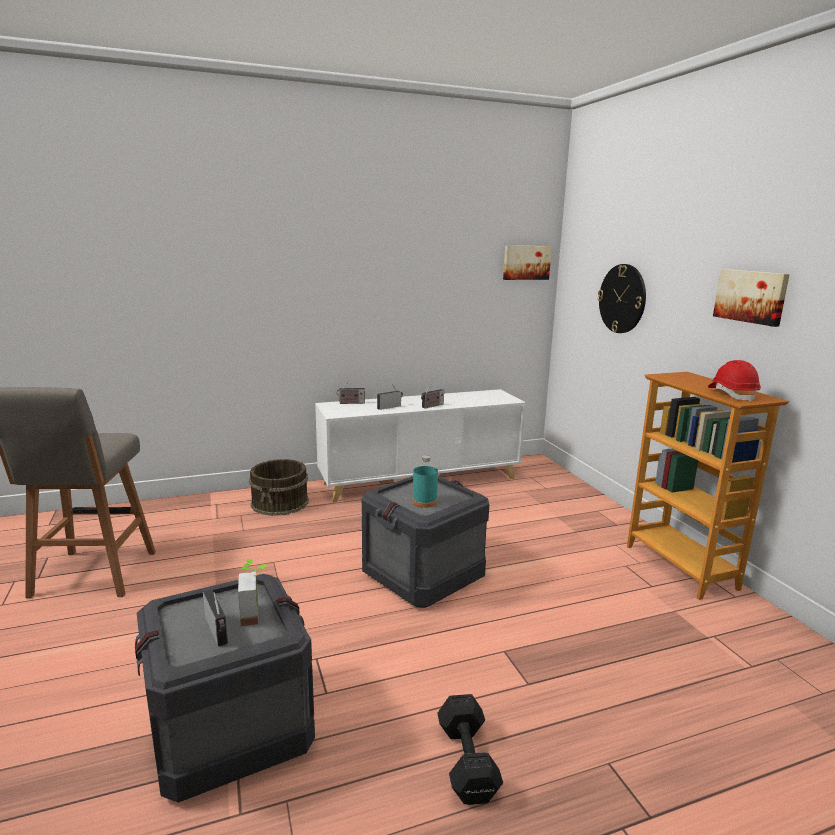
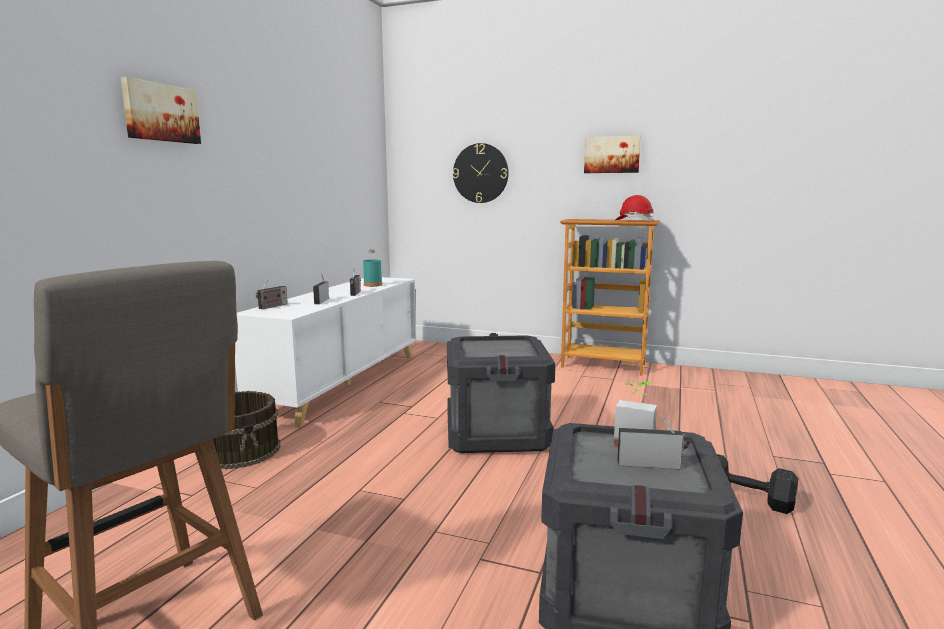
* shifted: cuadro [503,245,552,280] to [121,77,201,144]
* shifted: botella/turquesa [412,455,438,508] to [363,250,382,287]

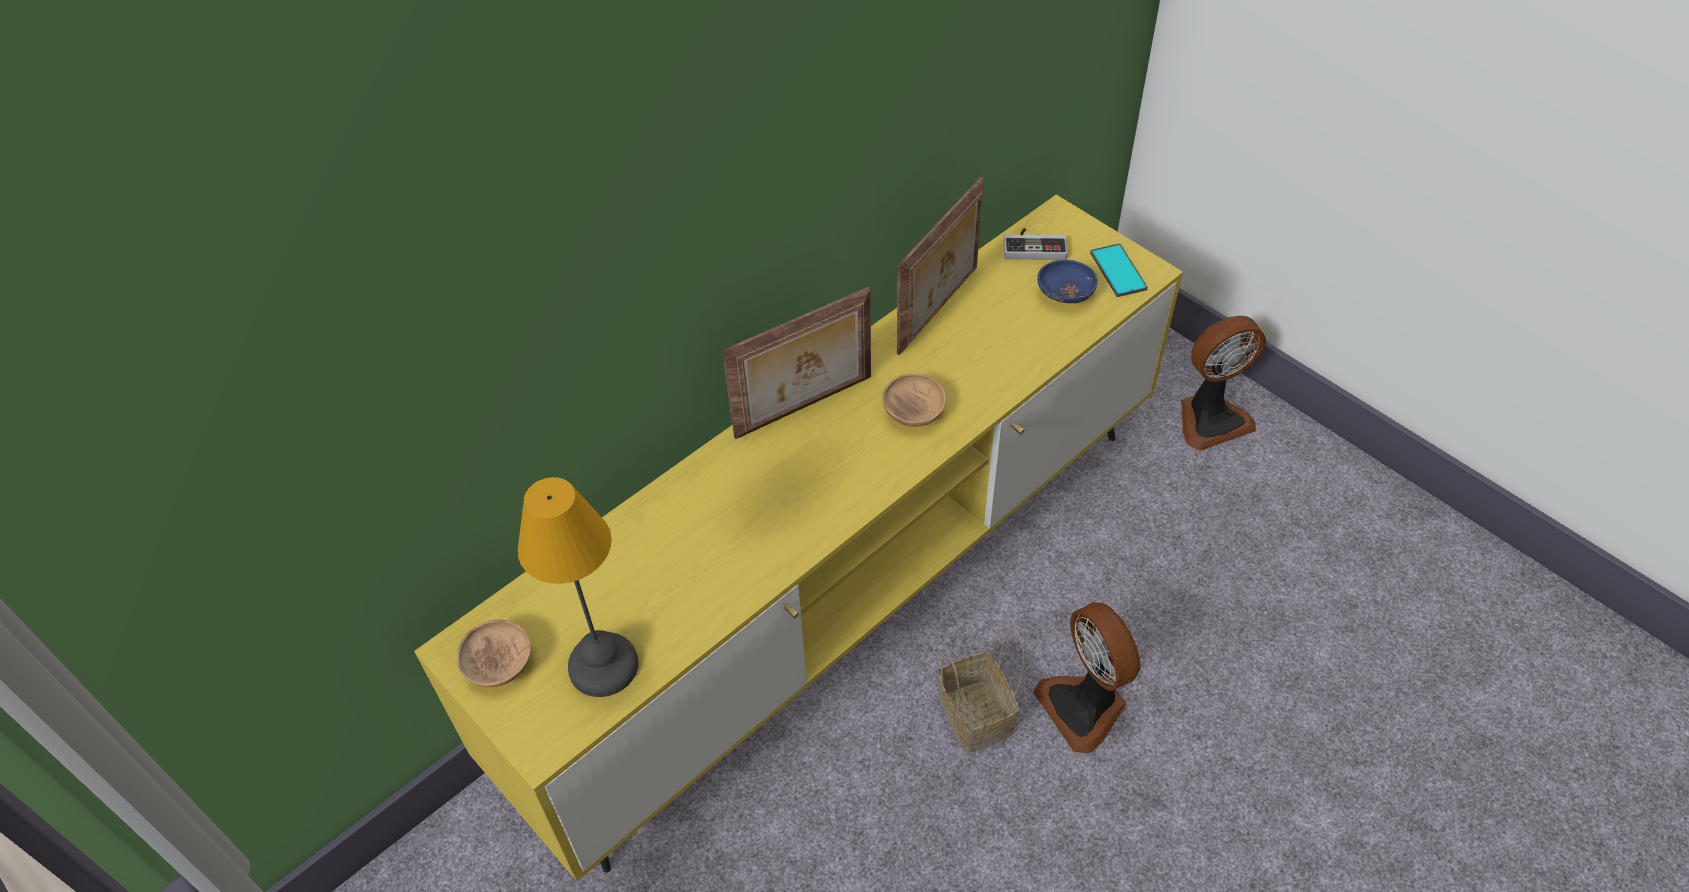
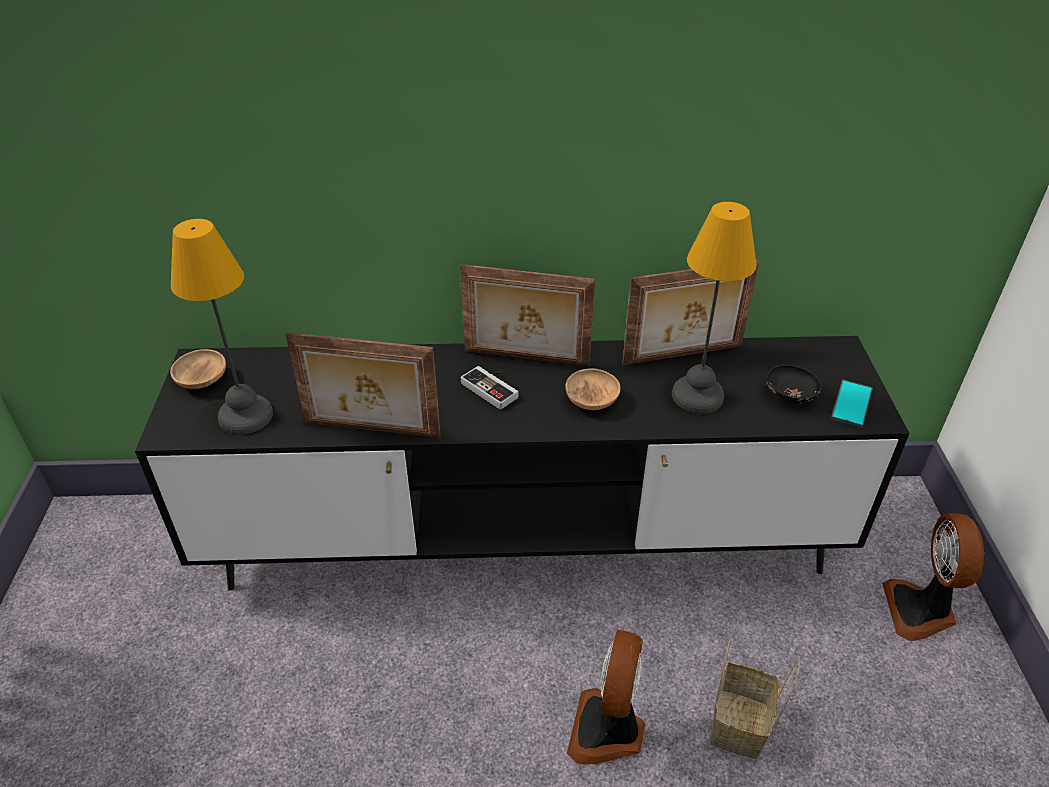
* repainted: mueble de televisión/amarillo [414,195,1183,881] to mueble de televisión/negro [135,336,910,590]
* shifted: mando de consola [1004,228,1068,260] to [461,366,518,410]
* repainted: cuenco/azul [1037,260,1098,303] to cuenco/negro [766,364,822,404]
* rotated: ventilador [1181,316,1266,451] = [882,513,984,641] 75 degrees clockwise
* shifted: cesta [937,628,1025,753] to [710,639,800,759]
* new: lámpara de mesa [672,202,757,414]
* new: portarretratos [286,332,441,438]

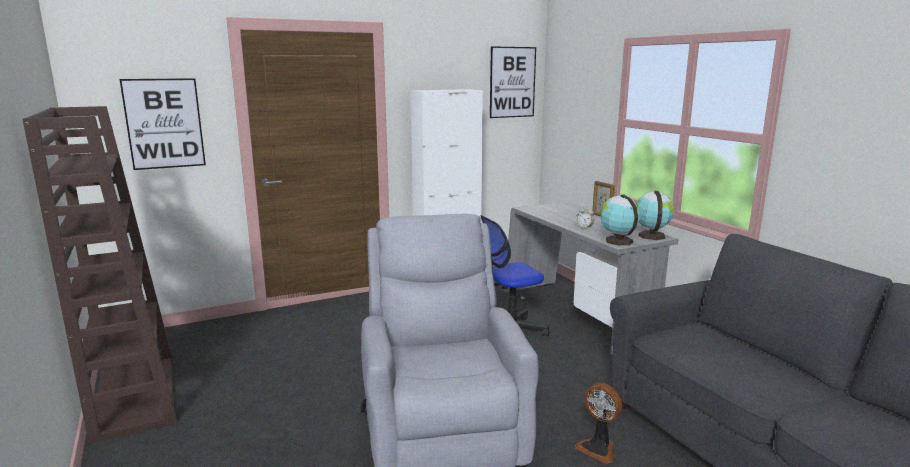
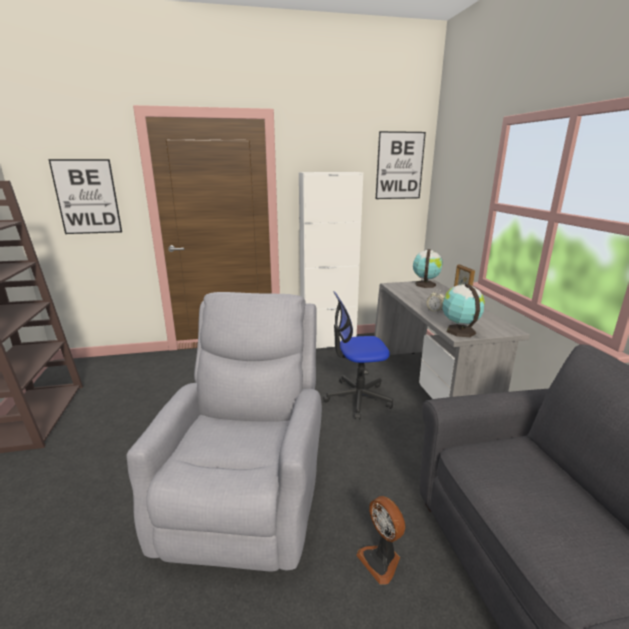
* shifted: globo terráqueo [636,191,674,240] to [413,249,443,288]

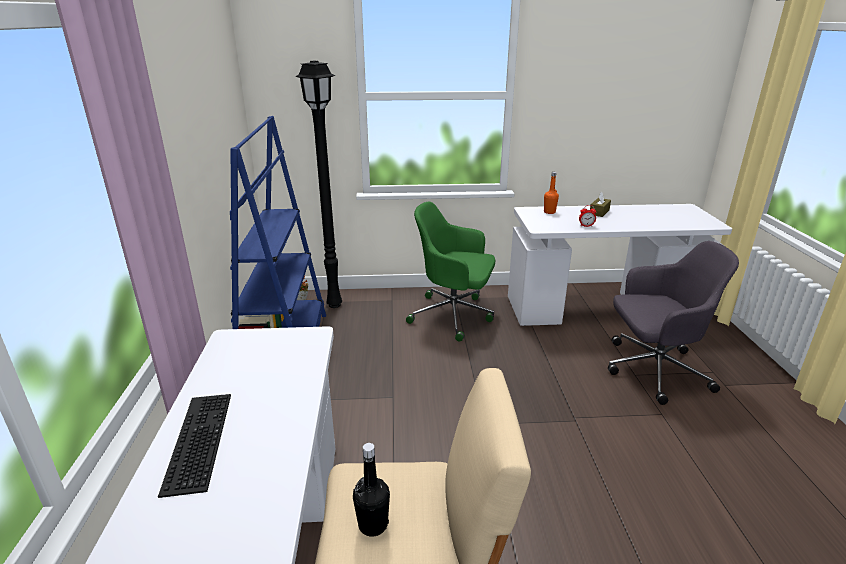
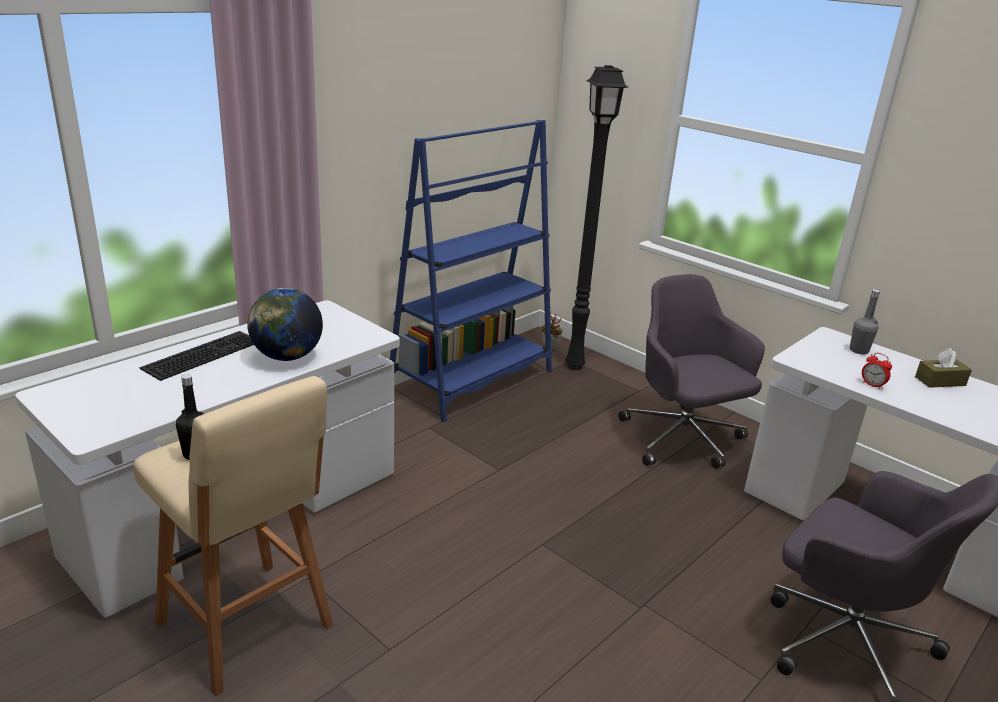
* repainted: botella/naranja [544,172,559,214] to botella/gris [850,289,880,354]
* repainted: silla de oficina/verde [406,202,496,342] to silla de oficina/gris [618,274,765,468]
* new: globo terráqueo [247,288,323,361]

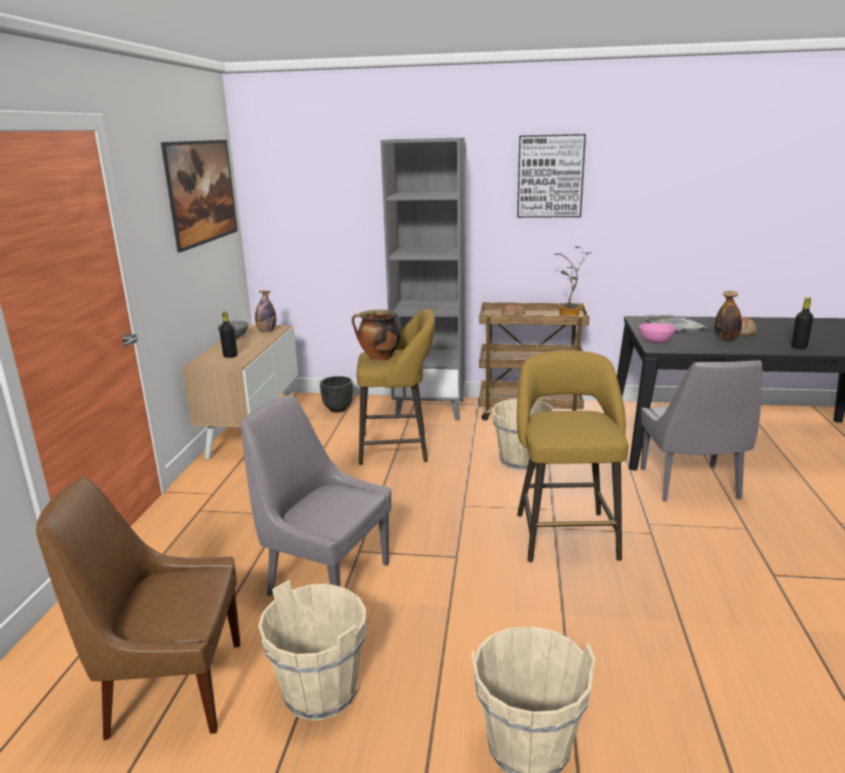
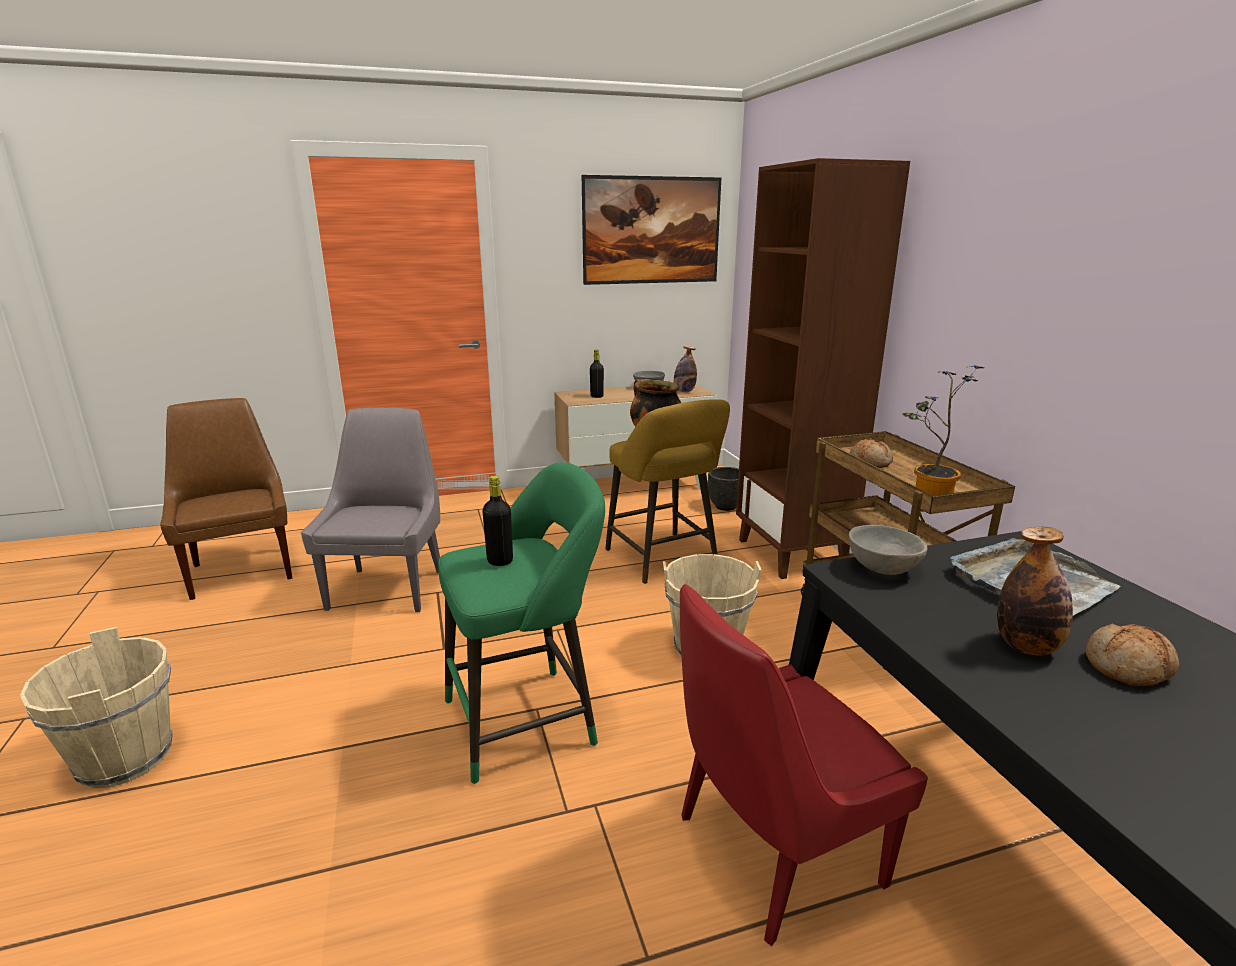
* gone: cuadro [517,134,586,218]
* repainted: estantería/gris [380,137,465,420] to estantería/marrón [736,158,910,579]
* shifted: botella/negro [791,297,813,349] to [482,476,513,566]
* repainted: cuenco/rosa [639,323,675,343] to cuenco/gris [849,525,927,575]
* repainted: taburete/amarillo [517,350,628,563] to taburete/verde [438,462,605,784]
* repainted: silla/gris [641,360,762,502] to silla/rojo [680,584,928,946]
* gone: cubo/beis [258,580,366,721]

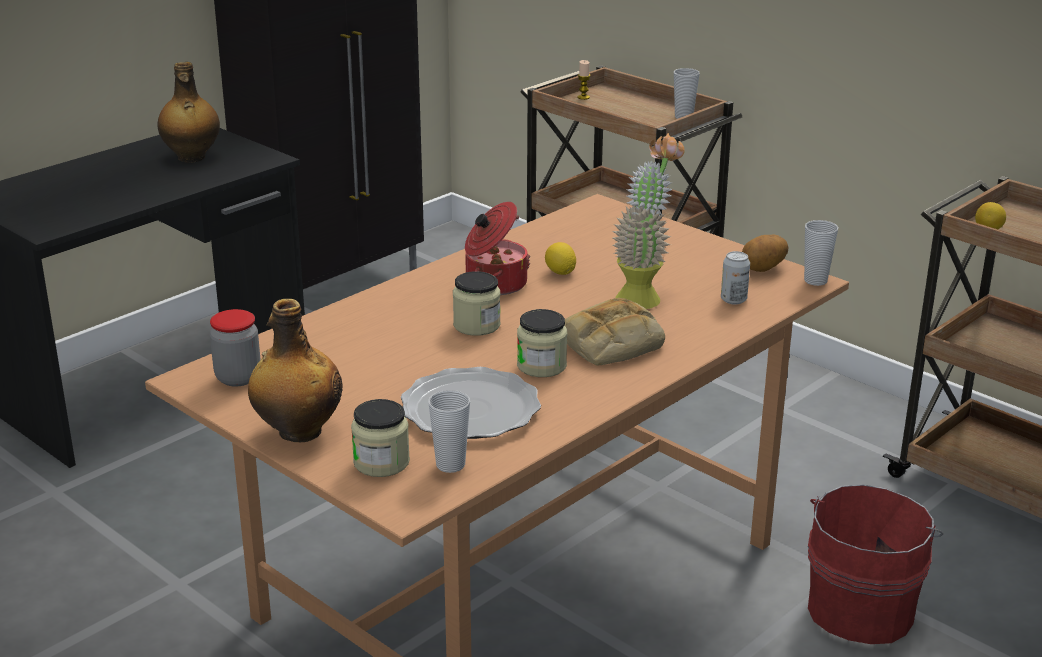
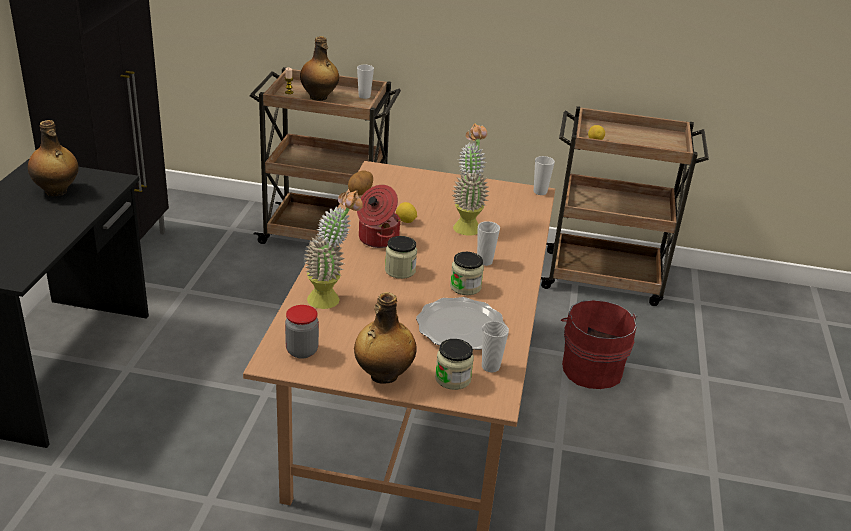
* shifted: patata [742,235,788,272] to [348,170,373,195]
* gone: lata [721,251,750,305]
* swapped: pan [565,298,665,365] to taza [477,221,500,266]
* new: botella [300,36,339,101]
* new: planta en maceta [304,190,363,309]

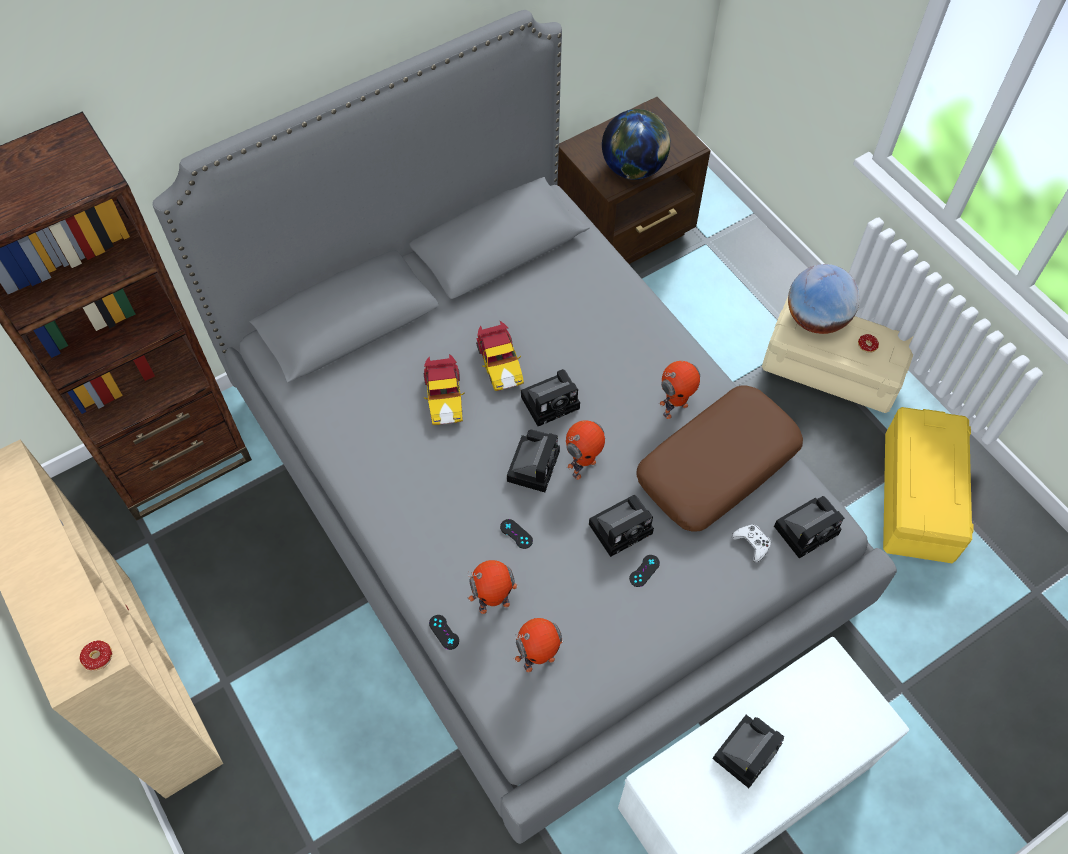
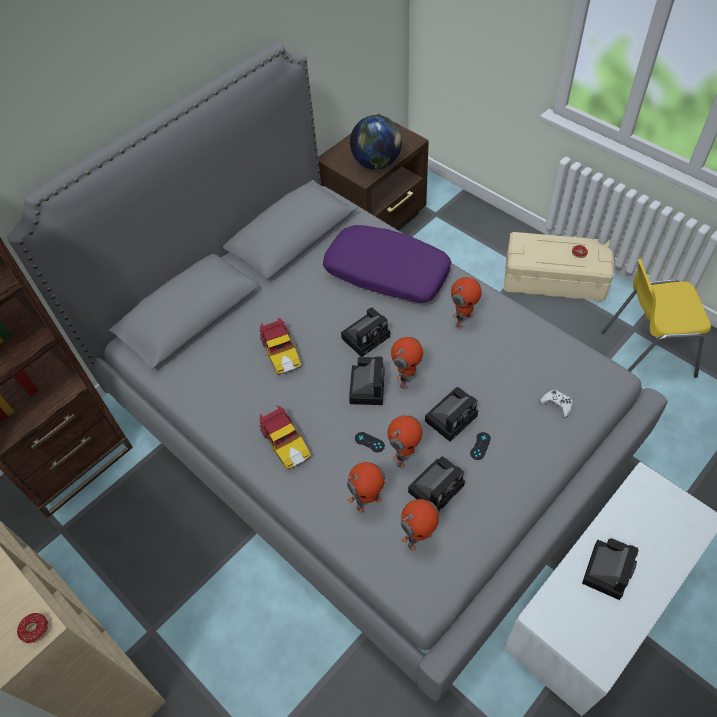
* gone: globo terráqueo [788,264,860,334]
* shifted: coche de juguete [476,321,524,391] to [259,405,311,469]
* gone: cojín/marrón [636,385,803,532]
* swapped: caja de almacenaje/amarillo [883,407,974,563] to silla/amarillo [601,259,711,378]
* shifted: cámara [774,496,844,558] to [408,456,465,511]
* gone: mando de consola/negro [429,615,459,650]
* new: cojín/morado [323,225,451,303]
* new: robot de juguete [387,415,422,468]

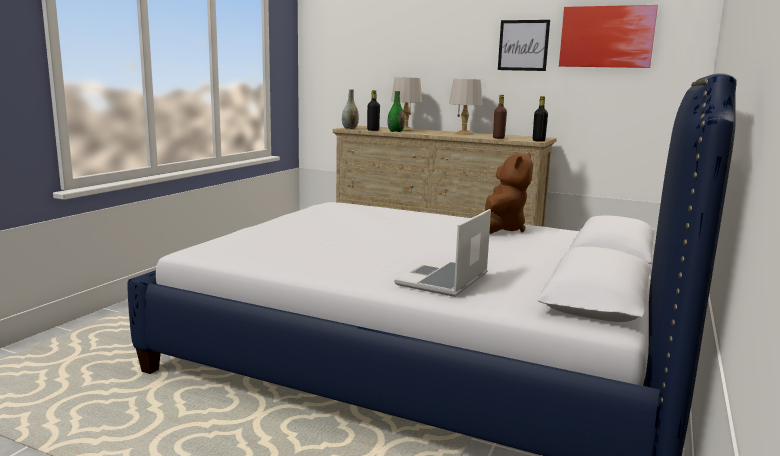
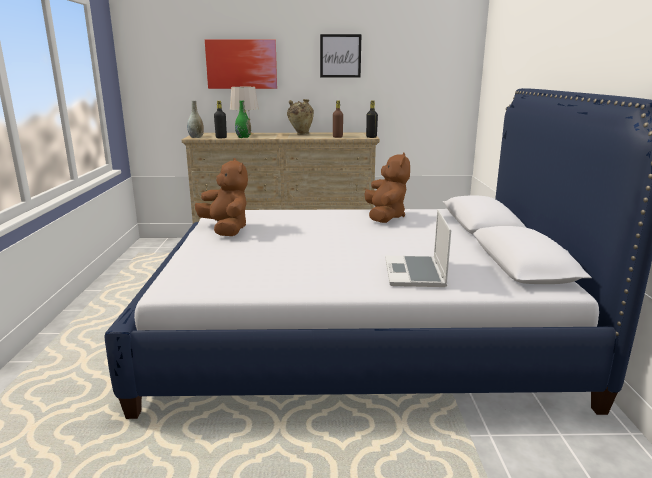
* shifted: cuadro [559,5,658,68] to [205,40,277,89]
* swapped: lámpara de mesa/gris [449,79,483,135] to florero/beis [287,99,314,135]
* new: peluche/marrón [195,158,248,236]

